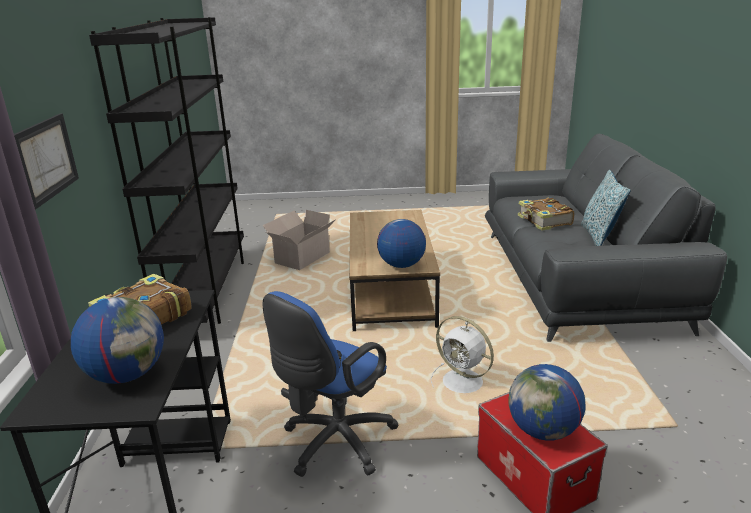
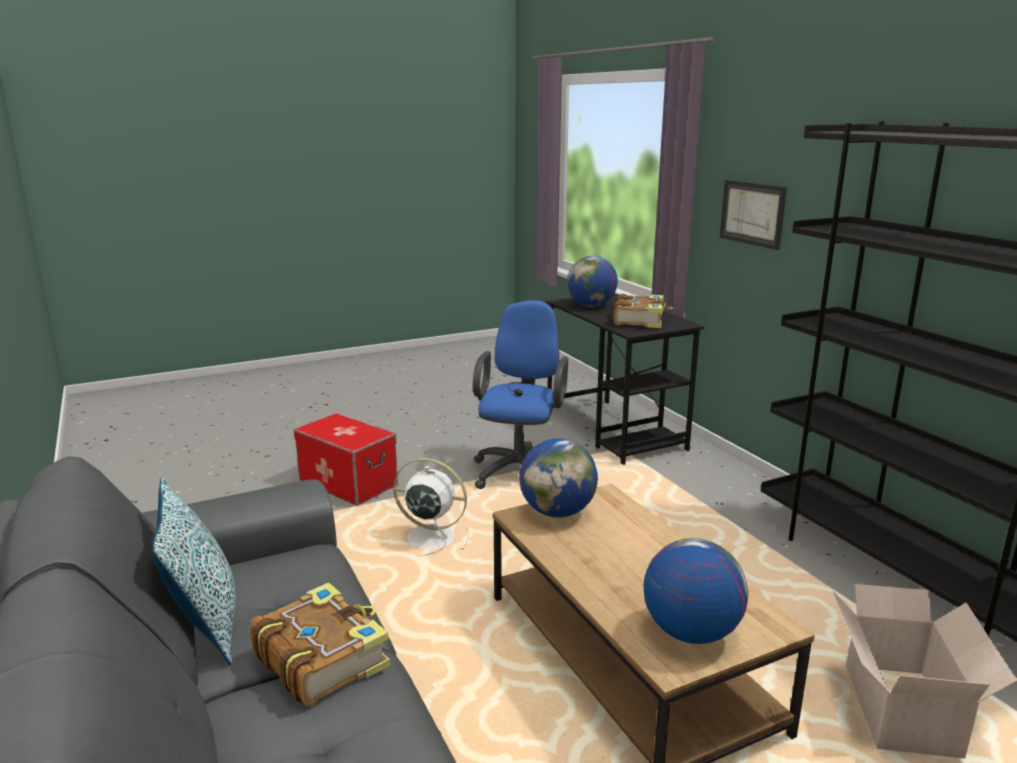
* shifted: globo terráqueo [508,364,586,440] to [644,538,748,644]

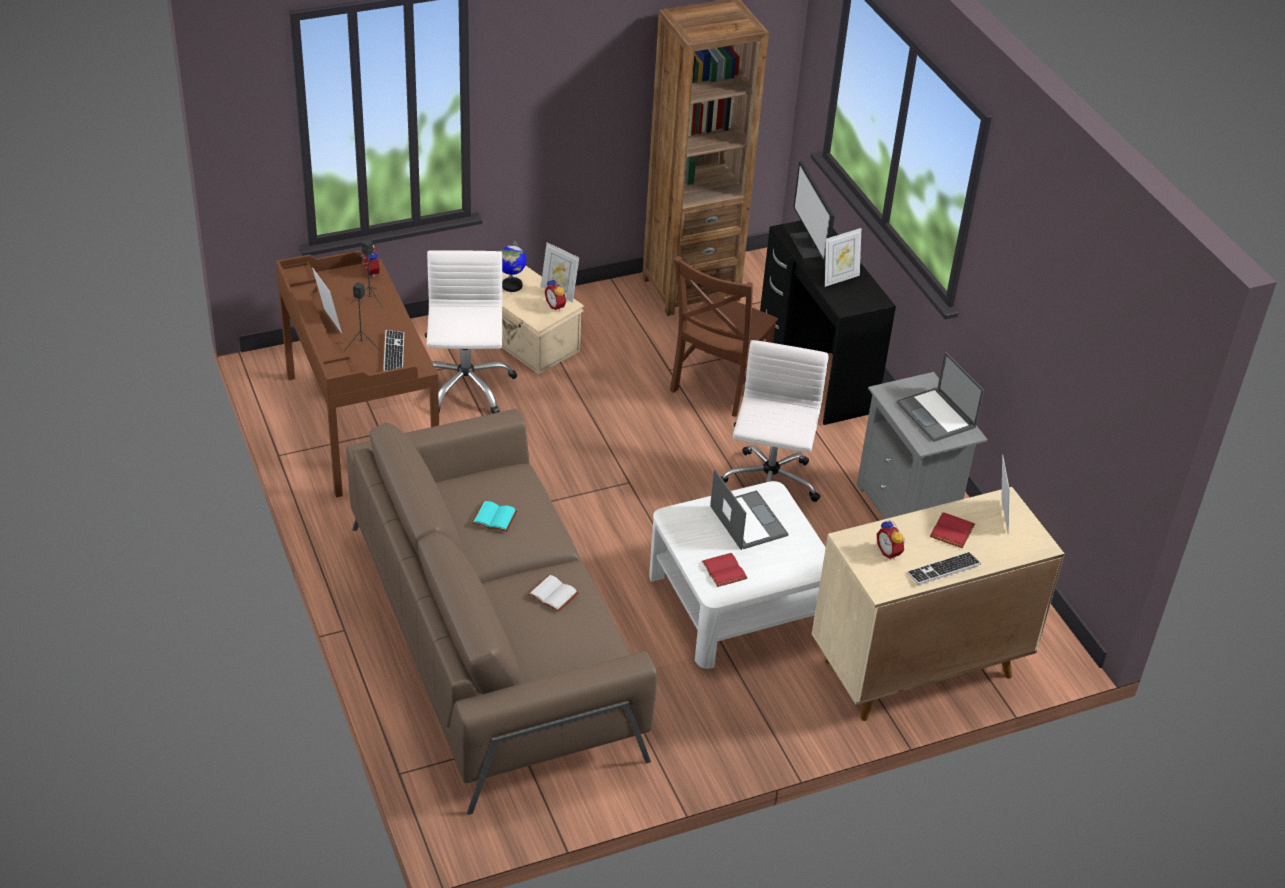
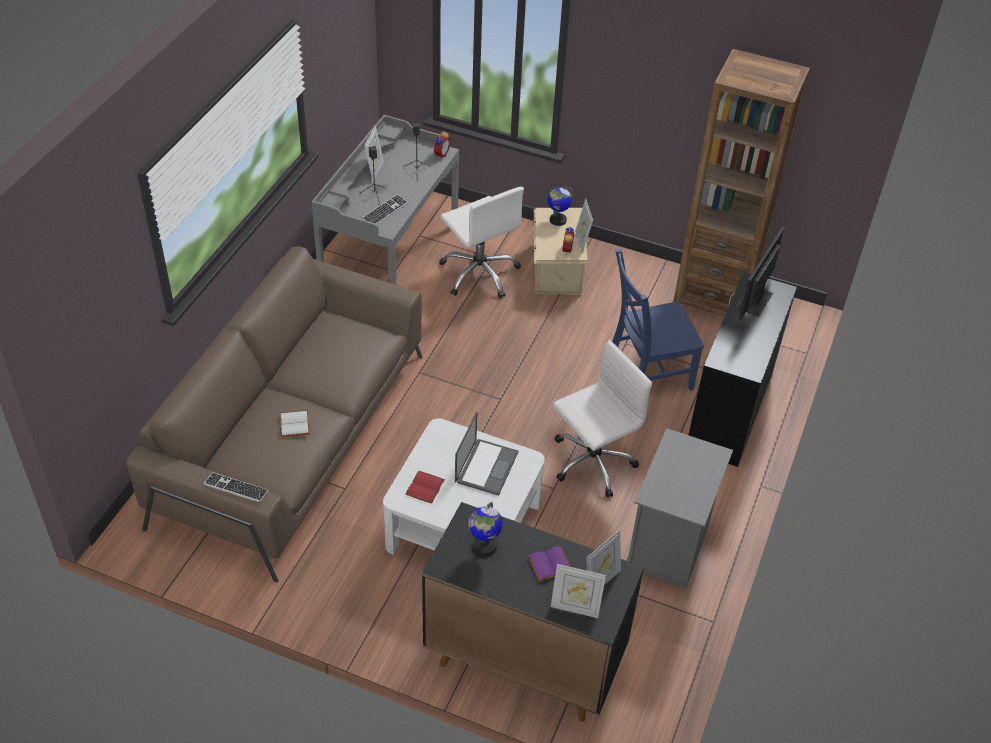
* shifted: portarretratos [825,228,861,287] to [551,564,606,618]
* rotated: silla de oficina/blanco [425,250,517,414] = [439,186,524,298] 105 degrees clockwise
* repainted: escritorio/marrón [276,251,439,498] to escritorio/gris [312,115,459,285]
* repainted: silla/marrón [670,256,778,417] to silla/azul [612,249,704,391]
* gone: portátil [897,352,984,442]
* repainted: armario/beis [812,487,1065,721] to armario/negro [422,502,644,722]
* gone: libro/turquesa [472,501,518,532]
* repainted: libro/rojo [930,512,975,548] to libro/morado [528,546,571,582]
* swapped: despertador [877,520,905,560] to globo terráqueo [468,502,503,556]
* shifted: teclado [906,552,981,585] to [203,472,269,503]

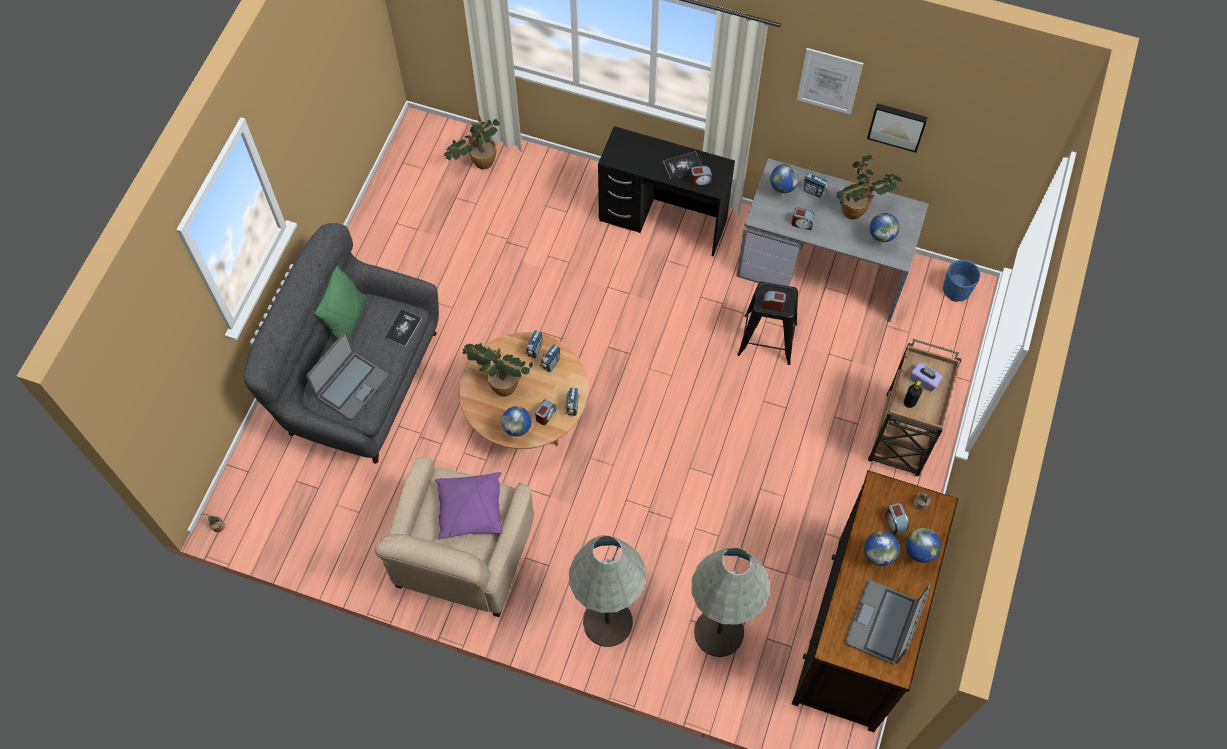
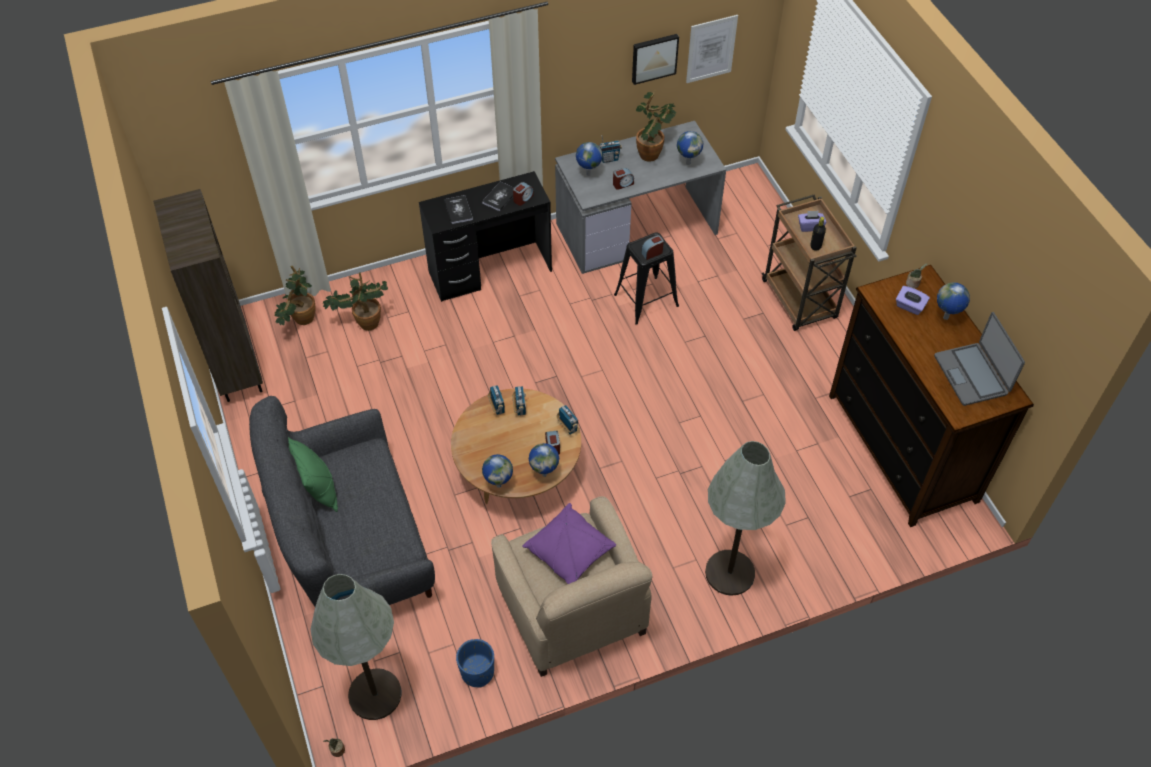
* shifted: cuadro [797,48,863,115] to [686,15,738,83]
* shifted: maceta/azul [943,260,980,302] to [456,639,494,687]
* shifted: libro [385,310,422,347] to [444,195,473,224]
* gone: portátil [306,331,389,420]
* shifted: planta en maceta [462,343,533,397] to [323,272,388,331]
* swapped: despertador [885,503,909,535] to caja de pañuelos/morado [896,286,930,315]
* shifted: globo terráqueo [864,531,900,566] to [482,454,513,488]
* shifted: lámpara de pie/gris [692,547,769,657] to [310,574,401,720]
* new: estantería/marrón [153,189,263,402]

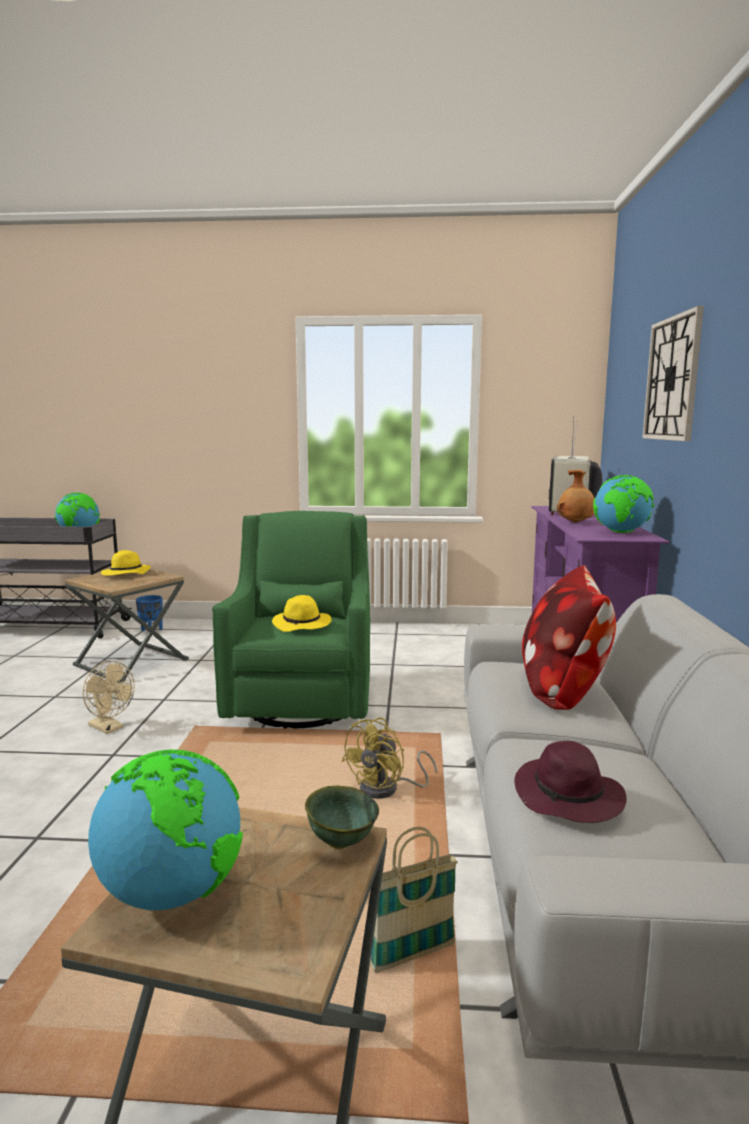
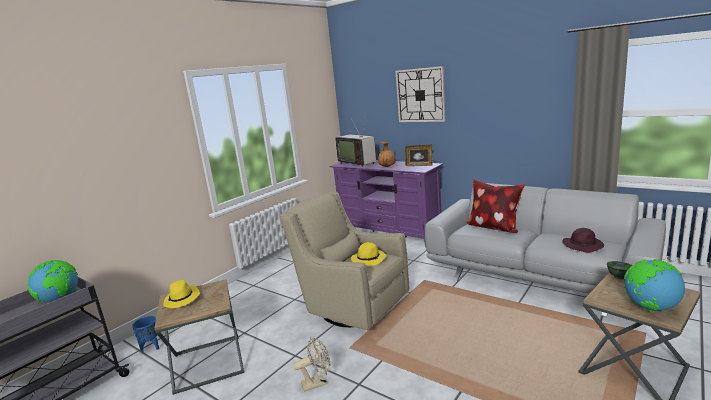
* swapped: globo terráqueo [593,475,654,533] to portarretratos [405,145,433,166]
* repainted: sillón/verde [212,511,370,728] to sillón/beis [280,192,409,330]
* gone: ventilador/amarillo [341,717,437,799]
* gone: cesta [370,827,458,973]

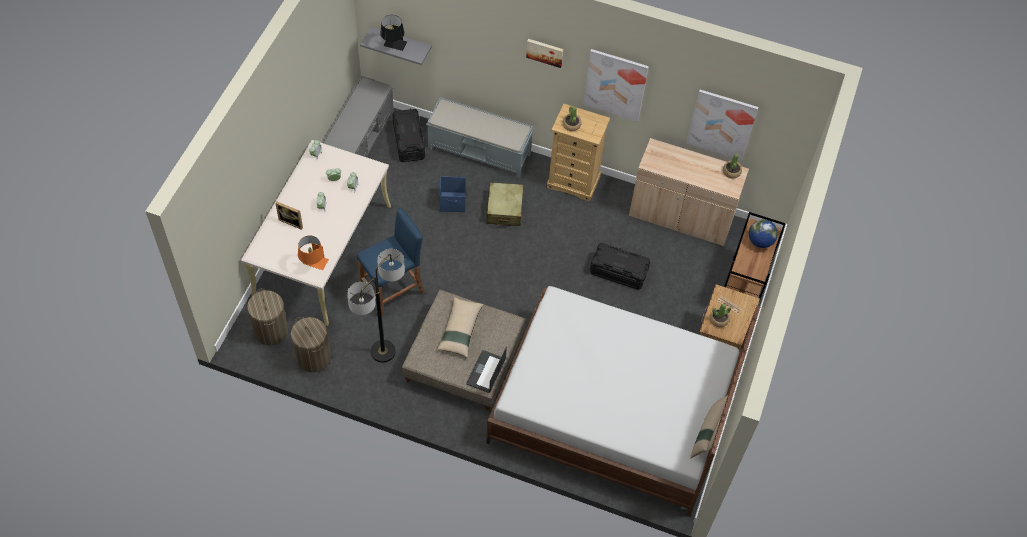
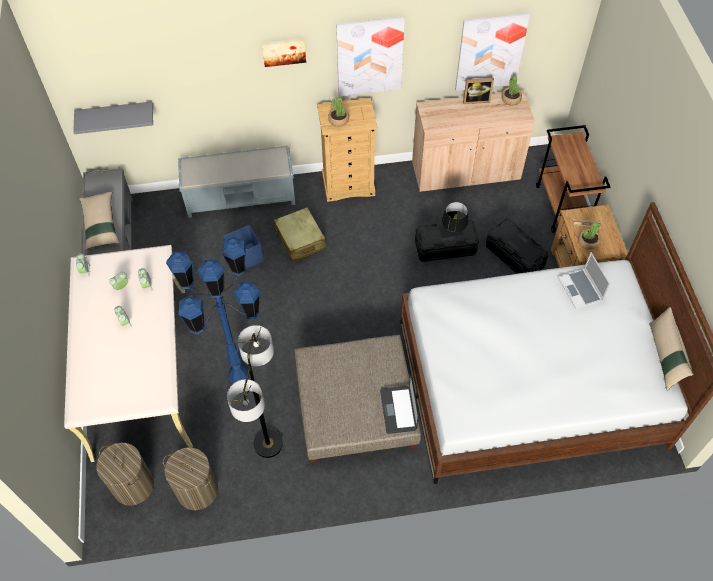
* shifted: lámpara de mesa/negro [380,15,407,51] to [439,202,468,238]
* shifted: caja de almacenaje/negro [392,109,425,162] to [486,219,548,274]
* shifted: portarretratos [275,202,303,230] to [463,78,494,104]
* swapped: taburete/azul [357,208,425,316] to lámpara de pie/azul [166,237,261,384]
* gone: globo terráqueo [748,219,778,248]
* gone: lámpara de mesa/naranja [298,236,329,270]
* shifted: cojín/beis [437,297,484,358] to [79,192,120,250]
* new: portátil [558,252,610,309]

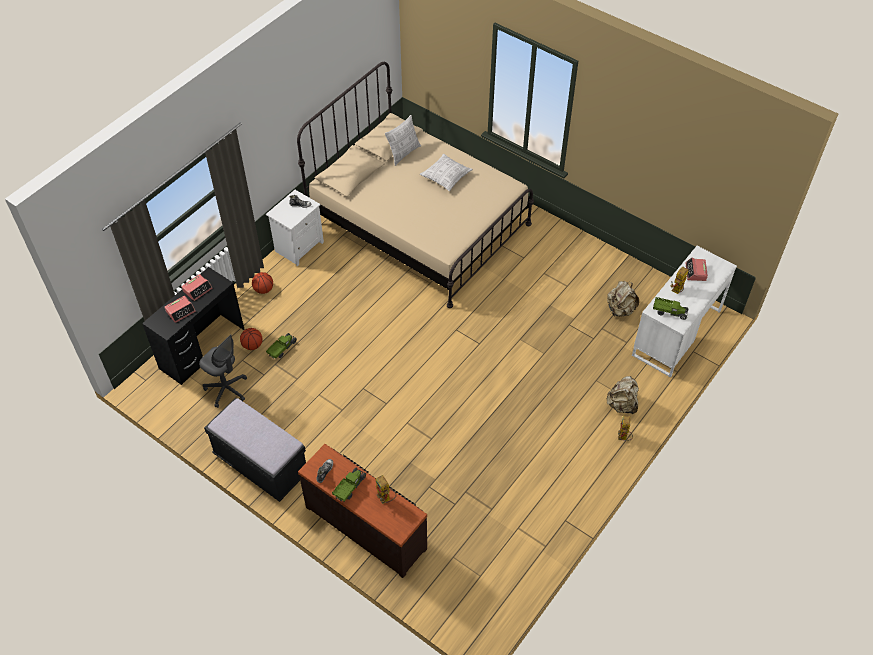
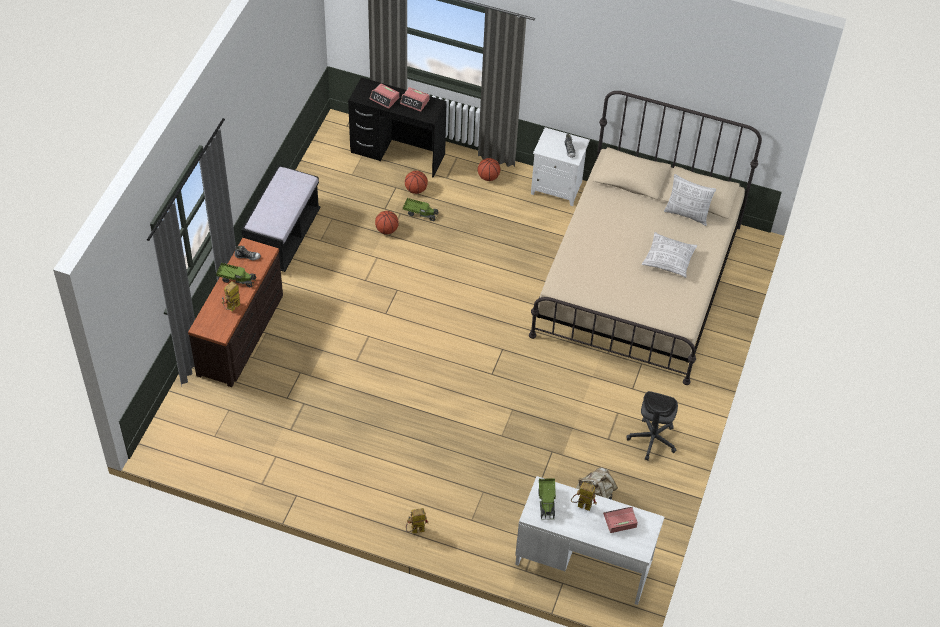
* shifted: silla de oficina/gris [199,335,247,408] to [626,391,678,461]
* gone: mochila/beis [606,376,639,415]
* new: balón de baloncesto [375,211,399,234]

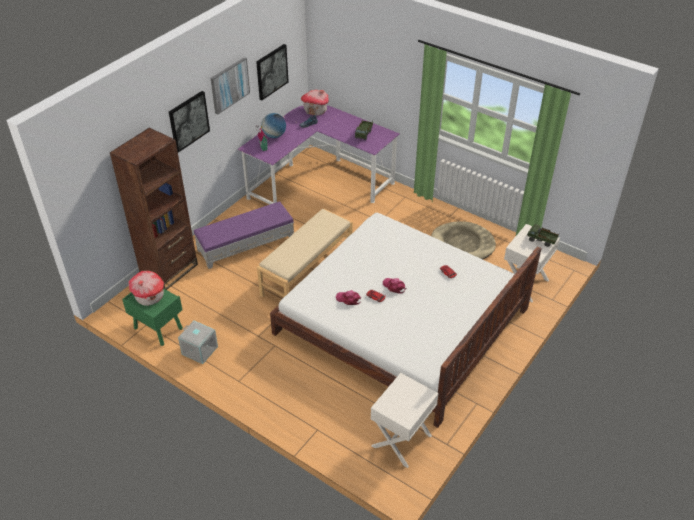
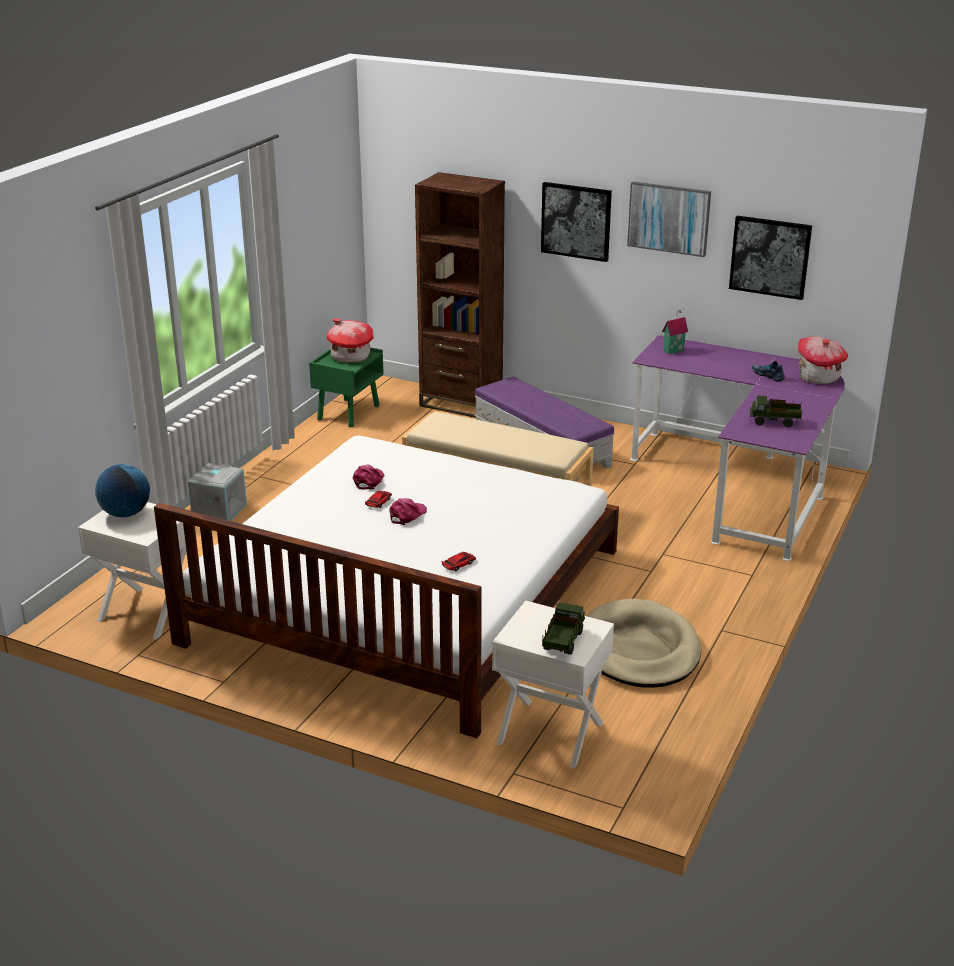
* shifted: globo terráqueo [261,113,286,138] to [95,464,150,517]
* shifted: caja de almacenaje/gris [178,321,218,364] to [188,463,247,521]

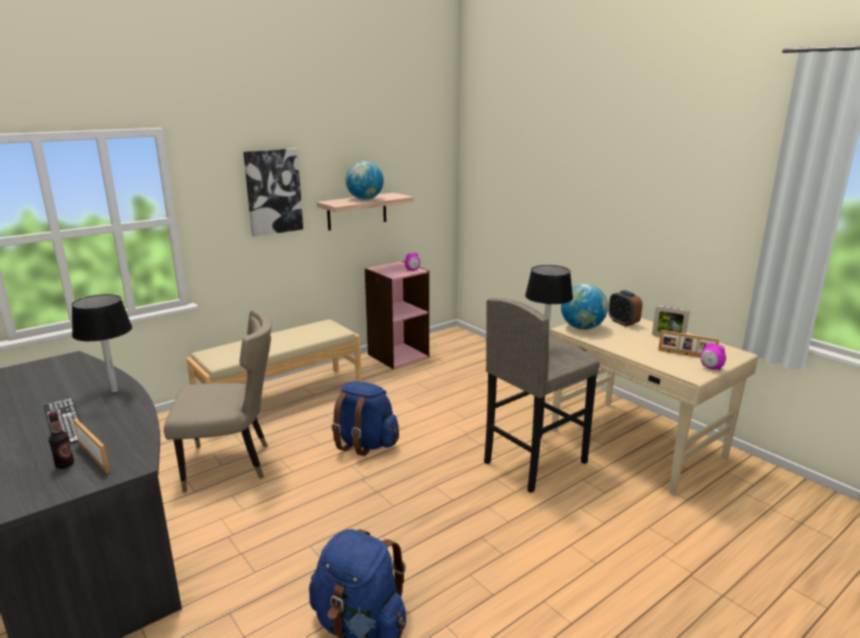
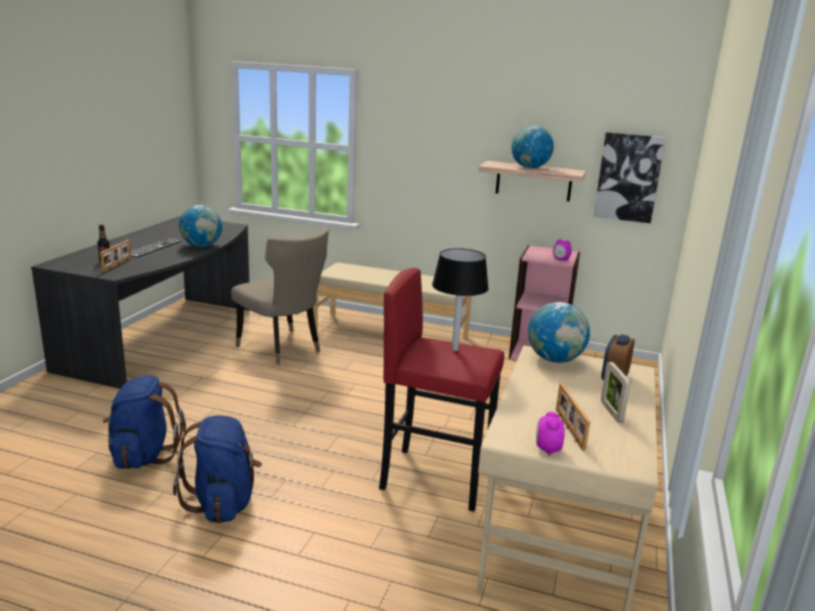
* shifted: cuadro [243,148,303,237] to [593,132,666,223]
* swapped: lámpara de mesa/negro [72,294,132,392] to globo terráqueo [179,205,222,247]
* repainted: taburete/gris [484,298,600,493] to taburete/rojo [379,268,504,511]
* shifted: mochila/azul [332,381,399,456] to [173,415,262,523]

